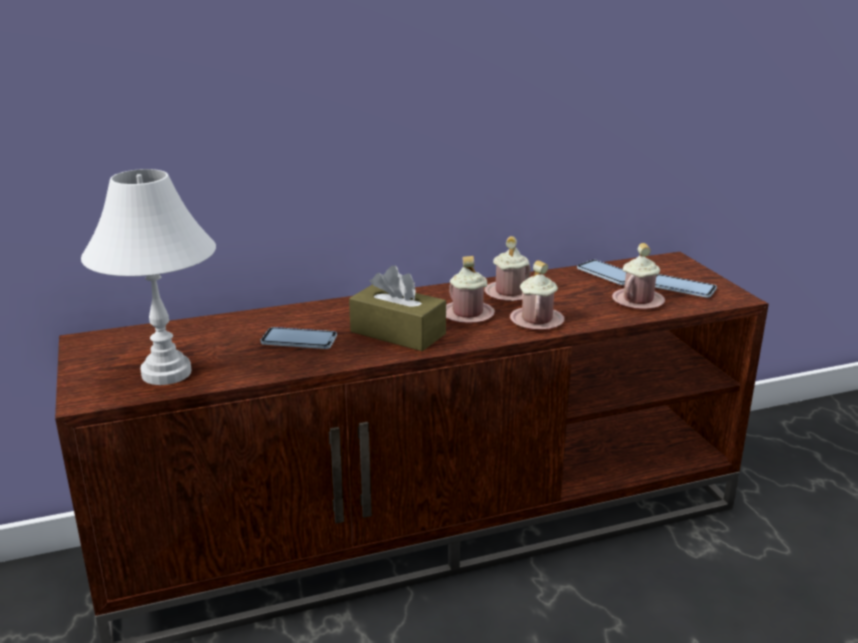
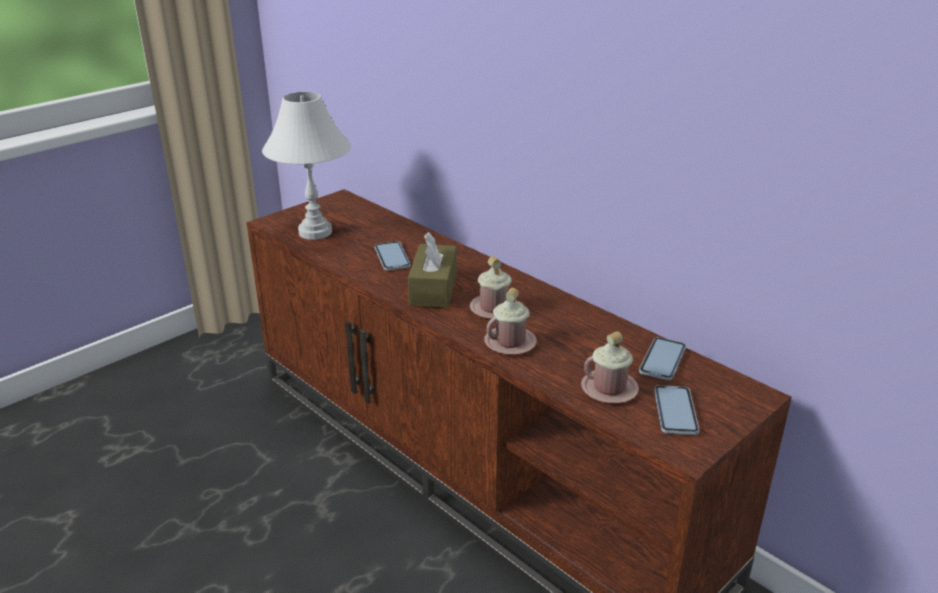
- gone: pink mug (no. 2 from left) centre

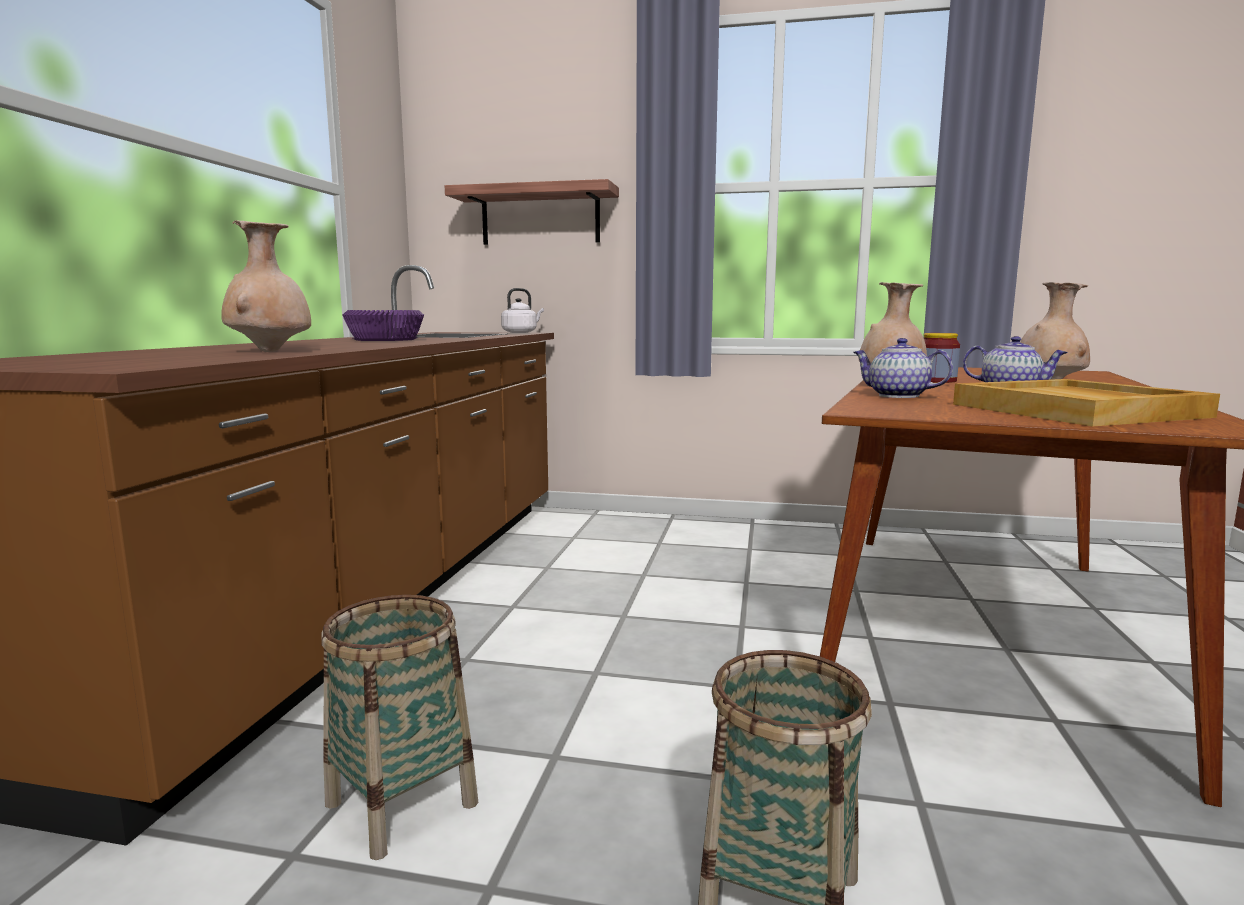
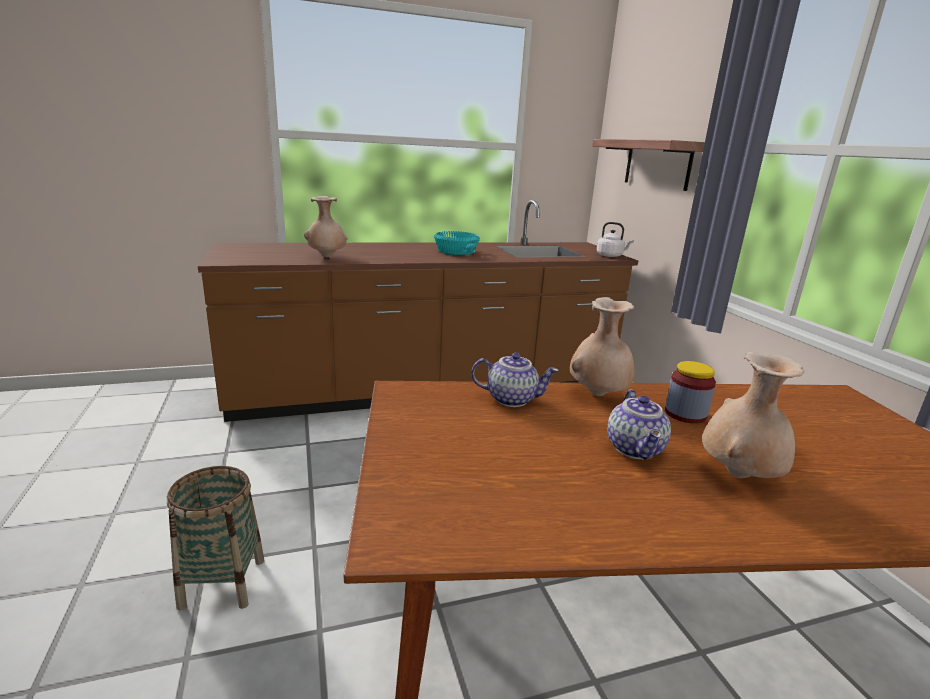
- gone: basket (no. 1 from left) bottom left
- repainted: purple bowl middle left to turquoise bowl centre
- rotated: teapot (no. 1 from left) middle right = centre 90 degrees clockwise
- gone: beige tray middle right

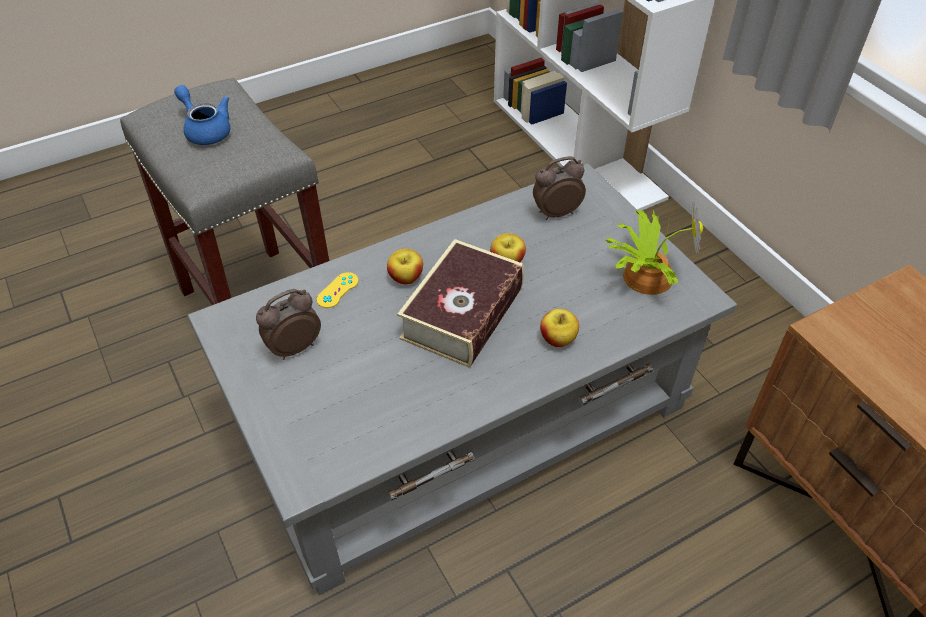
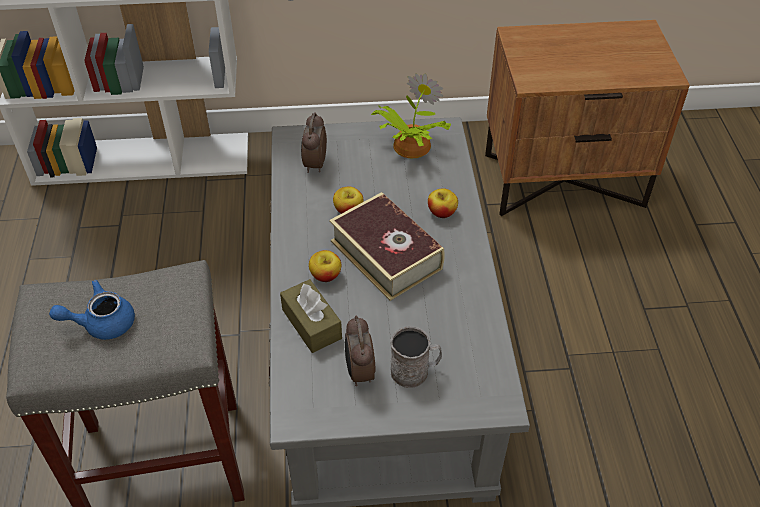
- swapped: yellow game controller centre to brown tissue box centre
- new: grey mug bottom centre

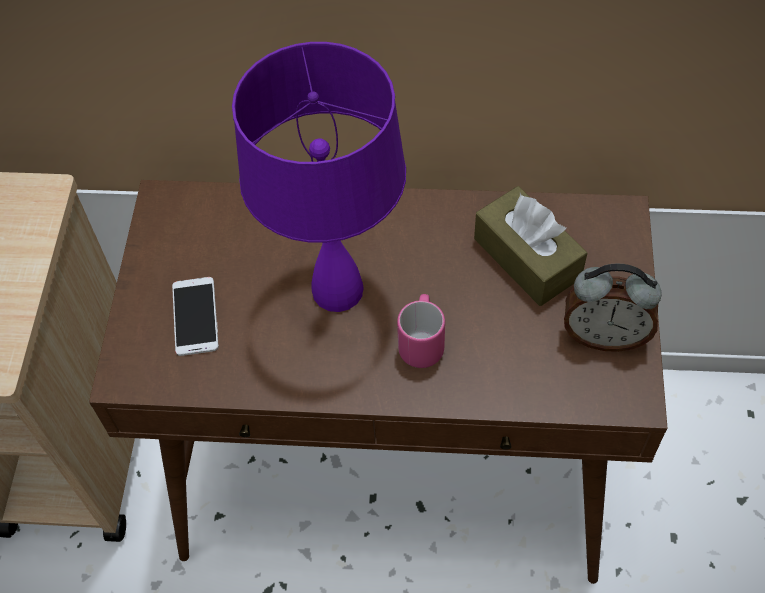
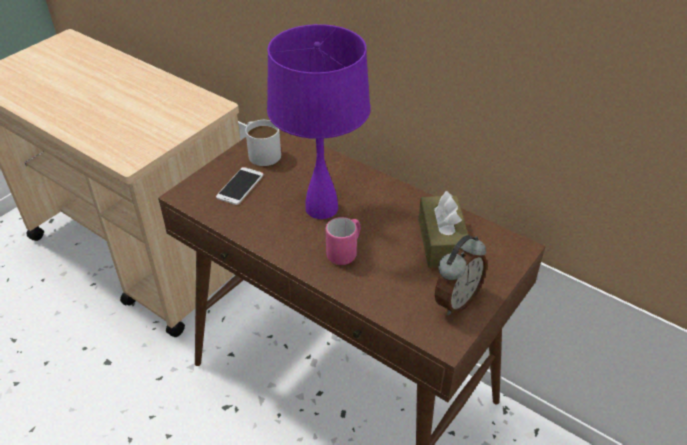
- rotated: alarm clock middle right = middle right 90 degrees counterclockwise
- new: white mug top centre

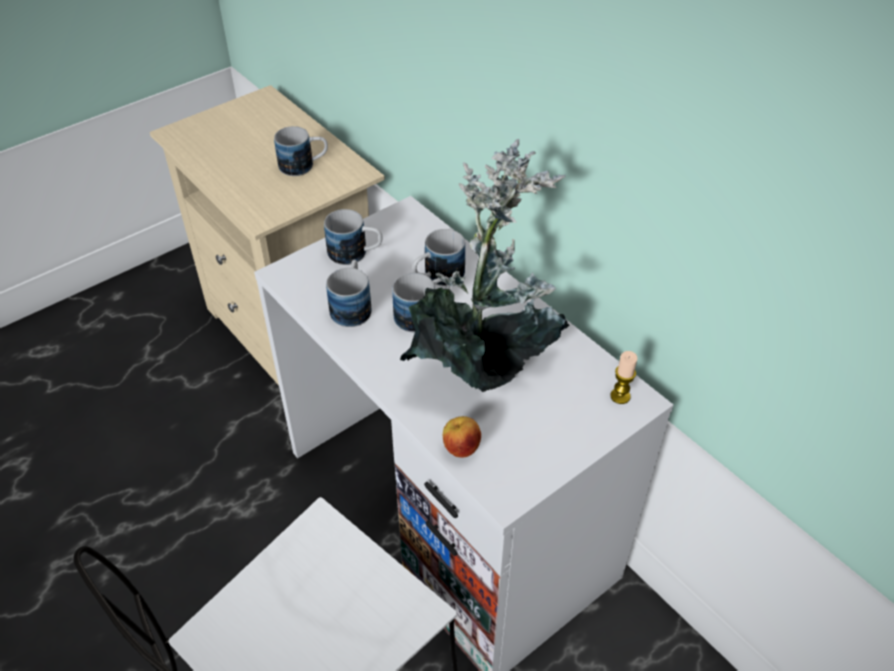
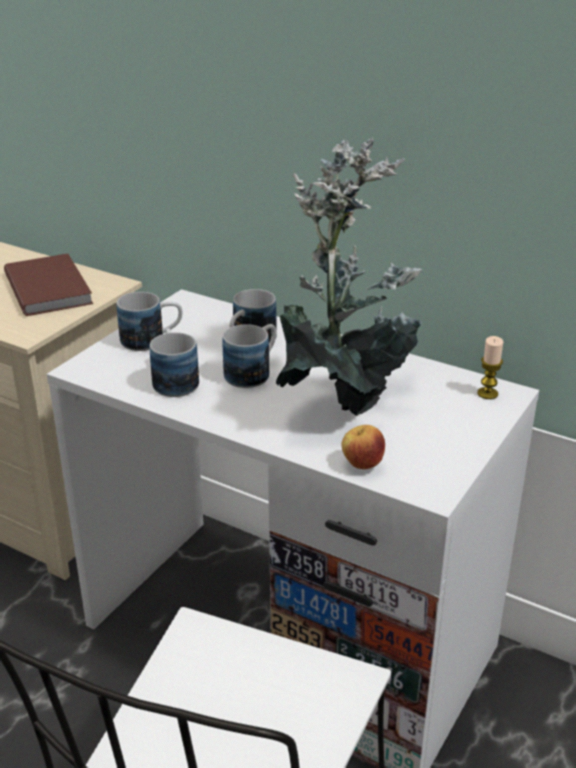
- swapped: mug (no. 1 from left) top centre to brown book middle left

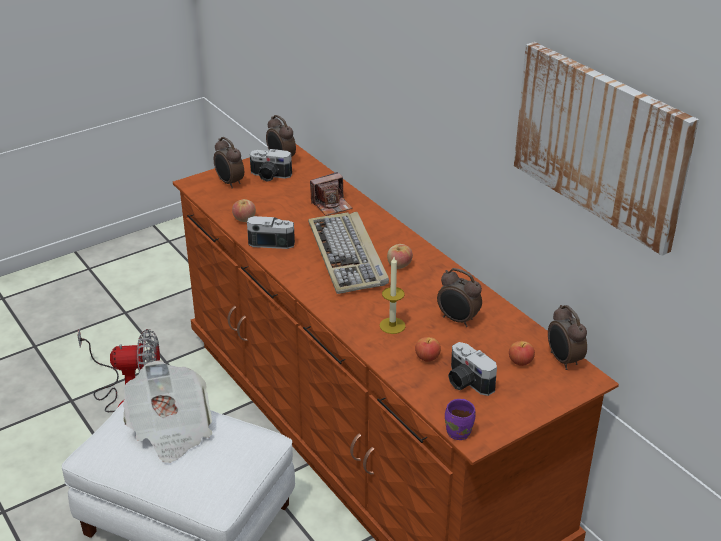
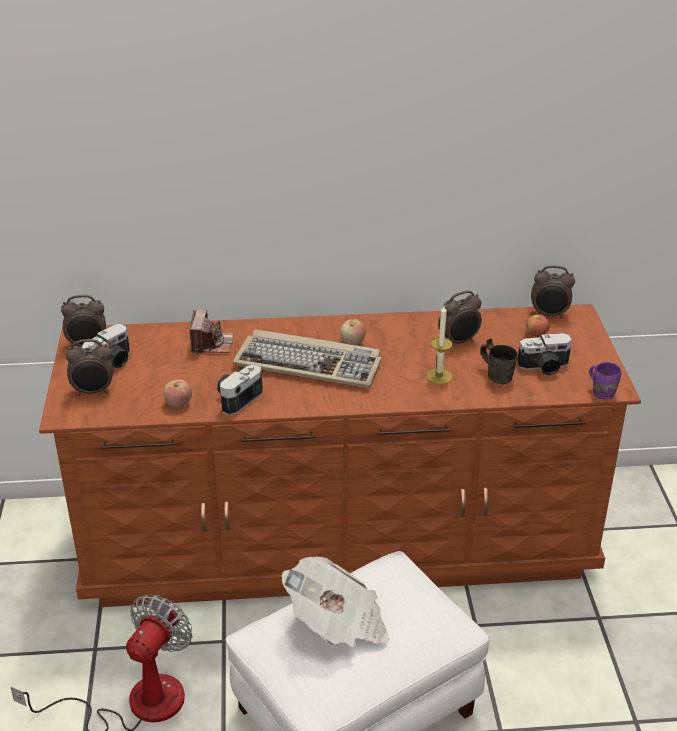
- swapped: apple (no. 3 from left) centre to grey mug middle right
- gone: picture top right

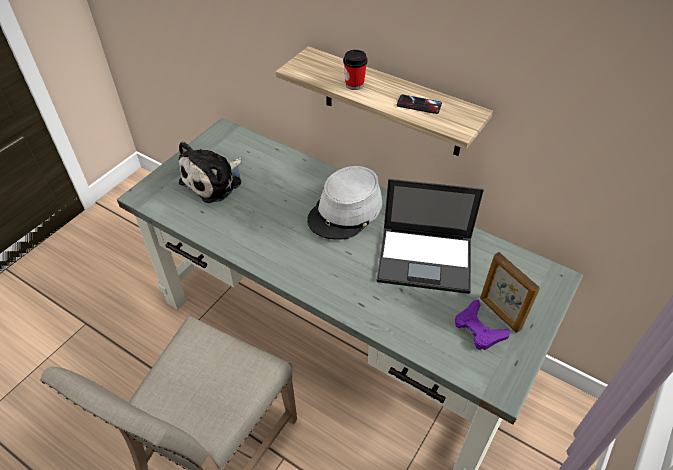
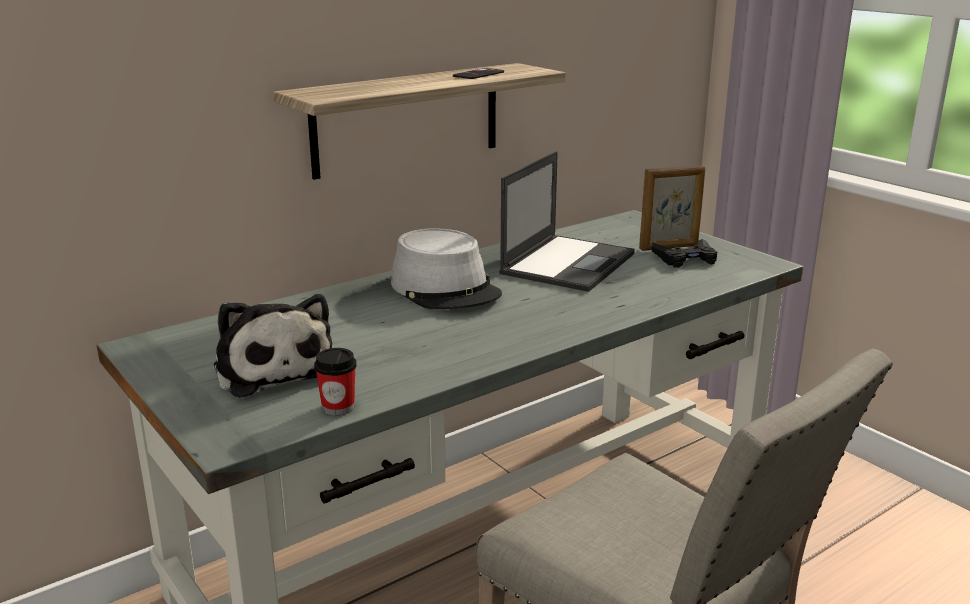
- shifted: cup top centre to centre
- repainted: purple game controller bottom right to black game controller middle right

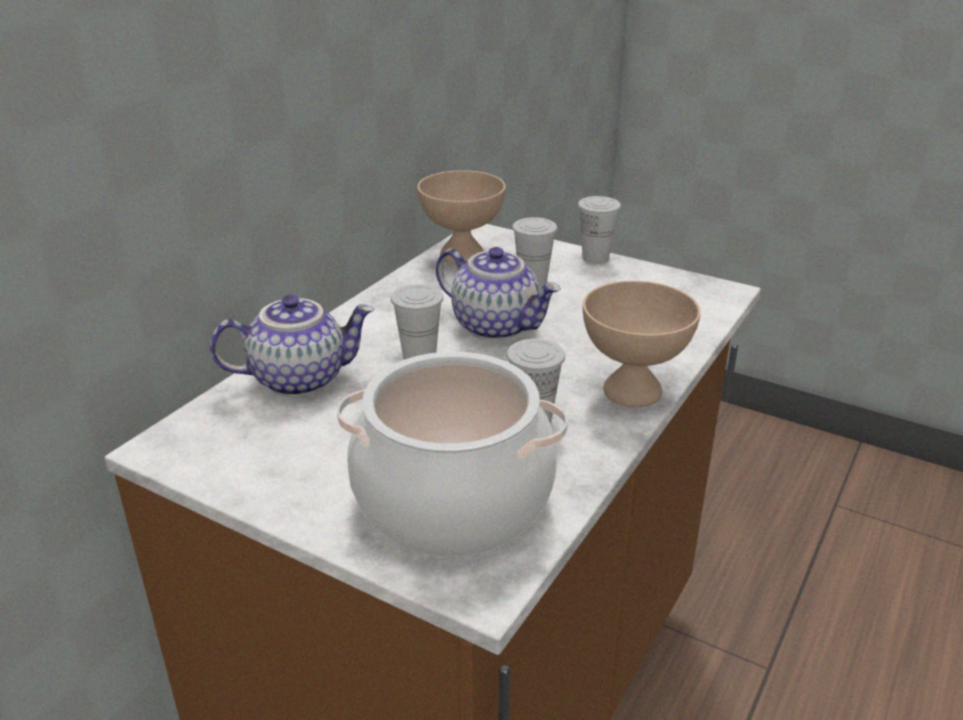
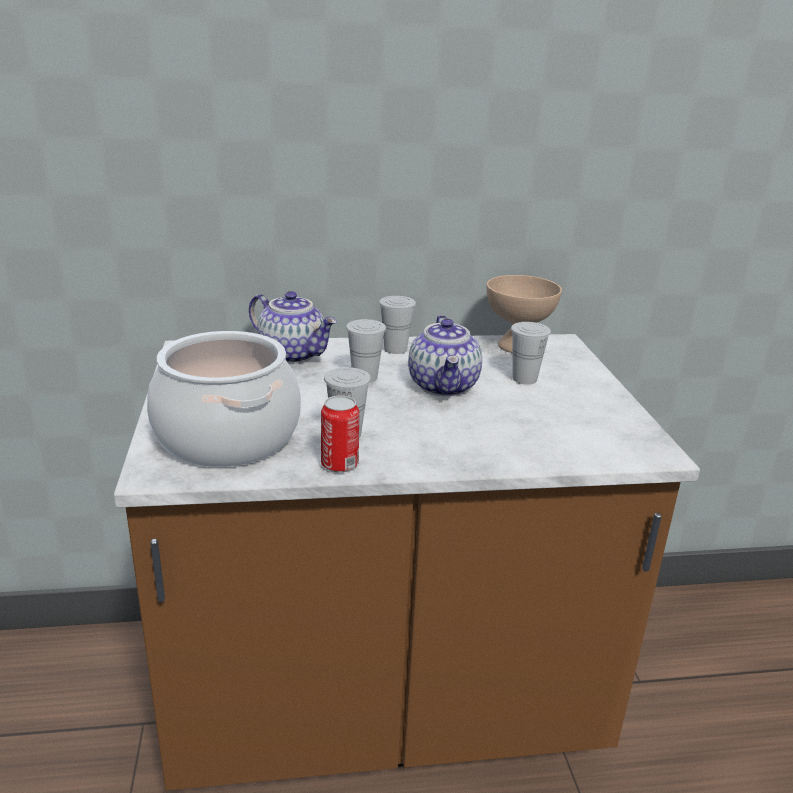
- shifted: white cup (no. 4 from left in the first image) top centre to white cup (no. 3 from left) centre
- gone: beige bowl (no. 2 from left) middle right
- new: can centre

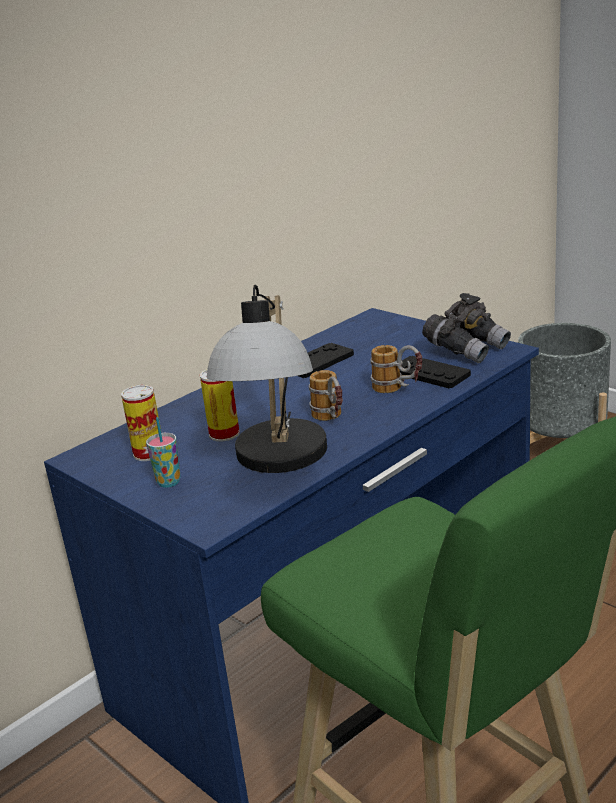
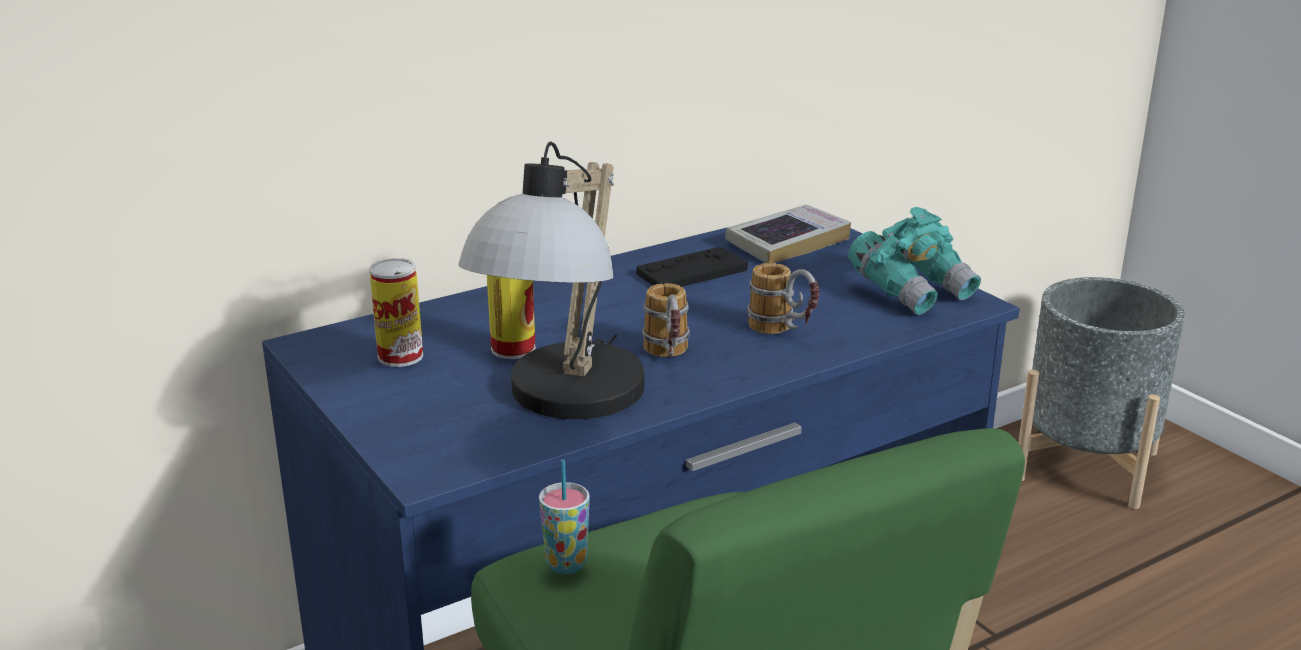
- shifted: cup middle left to bottom centre
- gone: black game controller (no. 2 from left) middle right
- repainted: grey binoculars middle right to turquoise binoculars middle right
- new: book centre

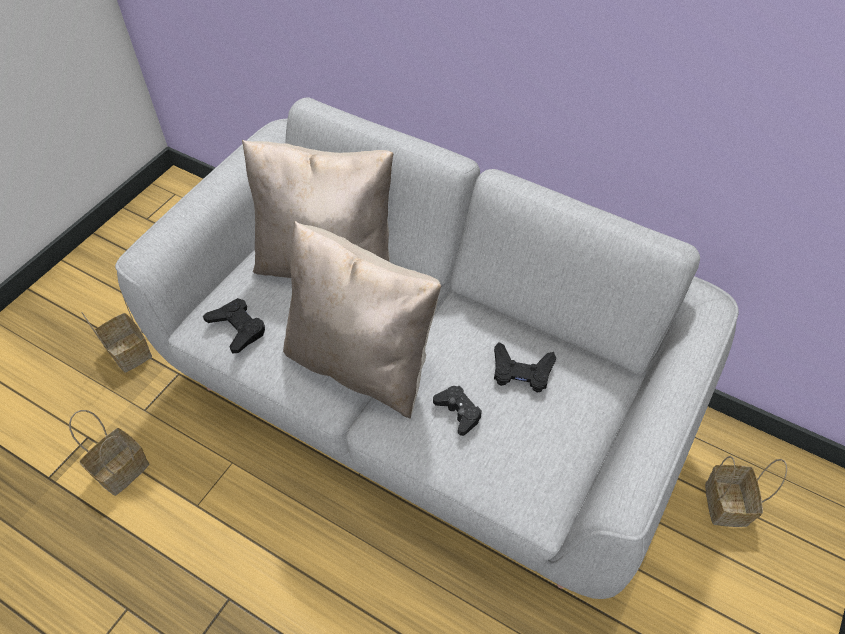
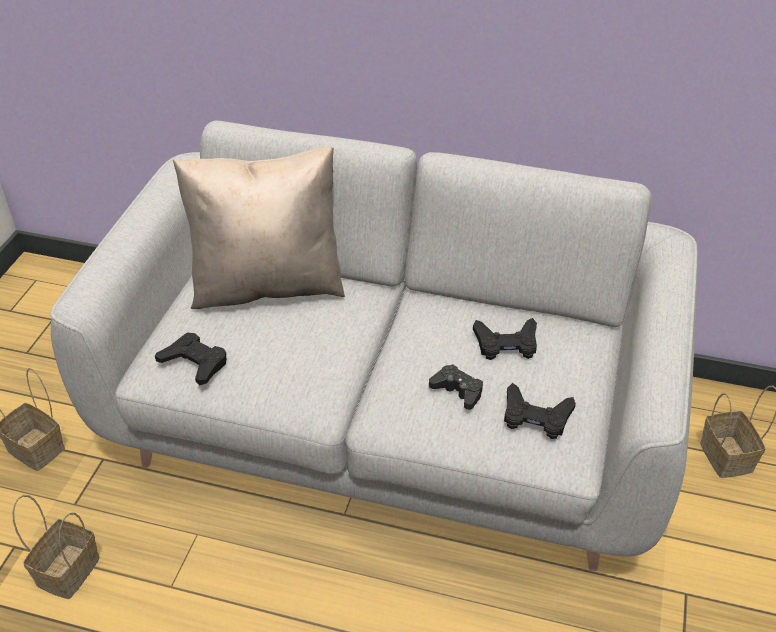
- gone: beige pillow (no. 2 from left) centre
- new: black game controller (no. 4 from left) middle right

